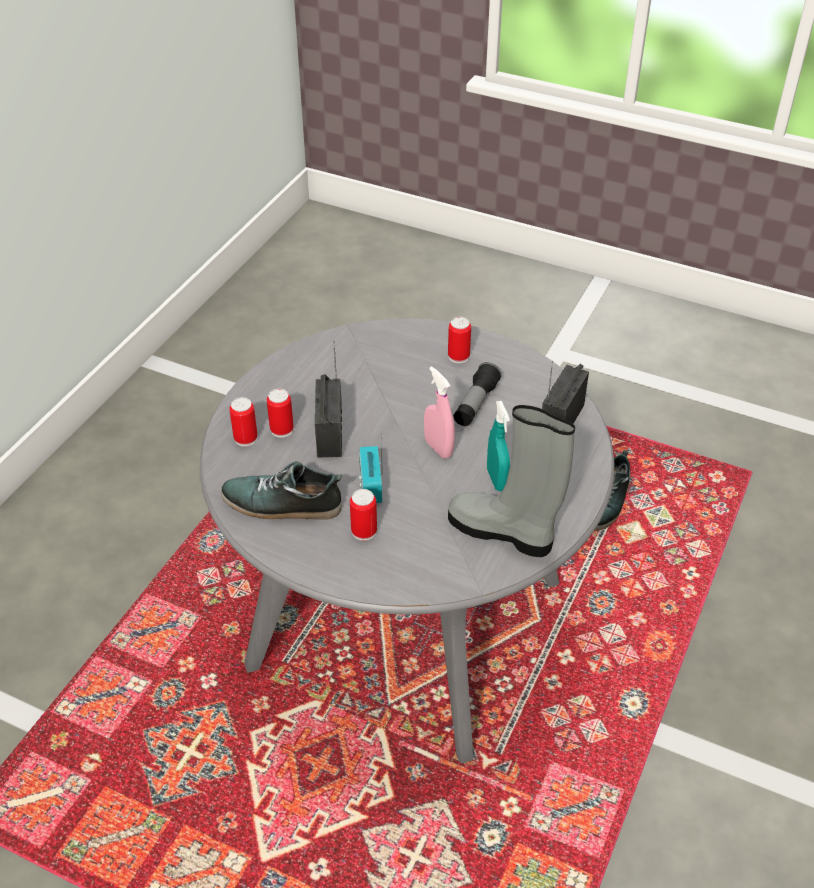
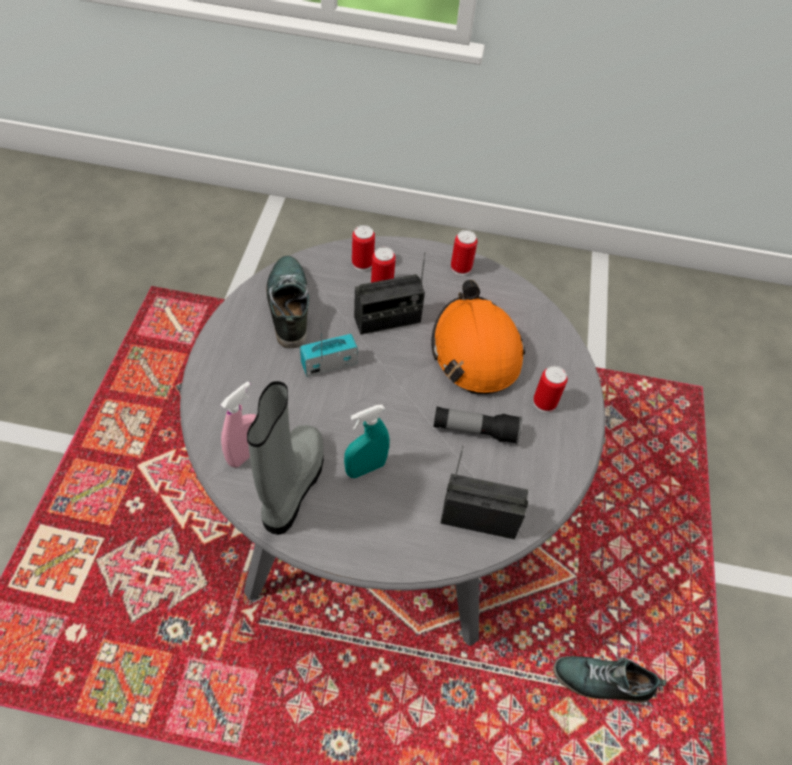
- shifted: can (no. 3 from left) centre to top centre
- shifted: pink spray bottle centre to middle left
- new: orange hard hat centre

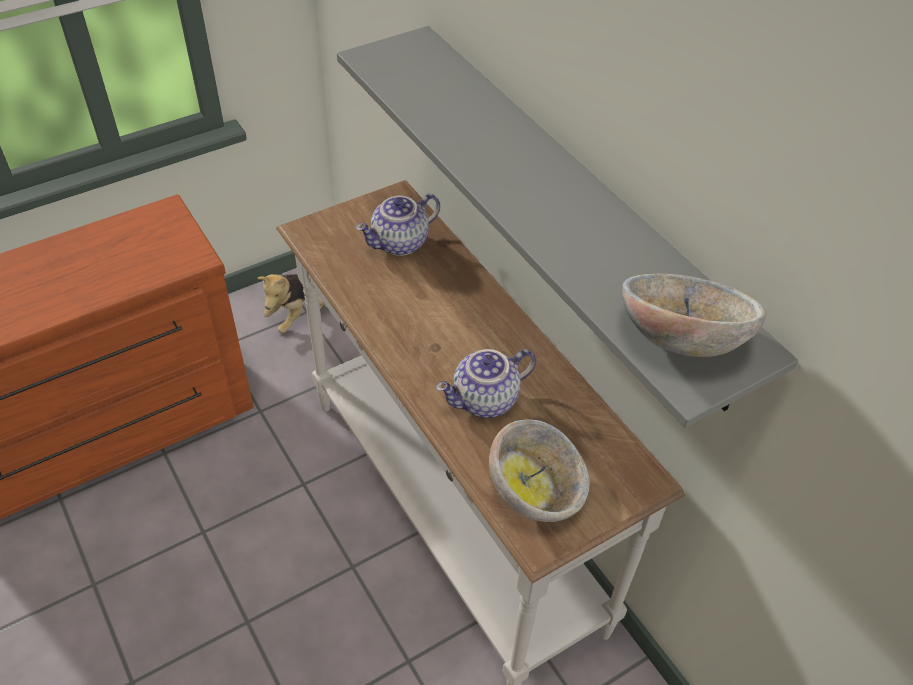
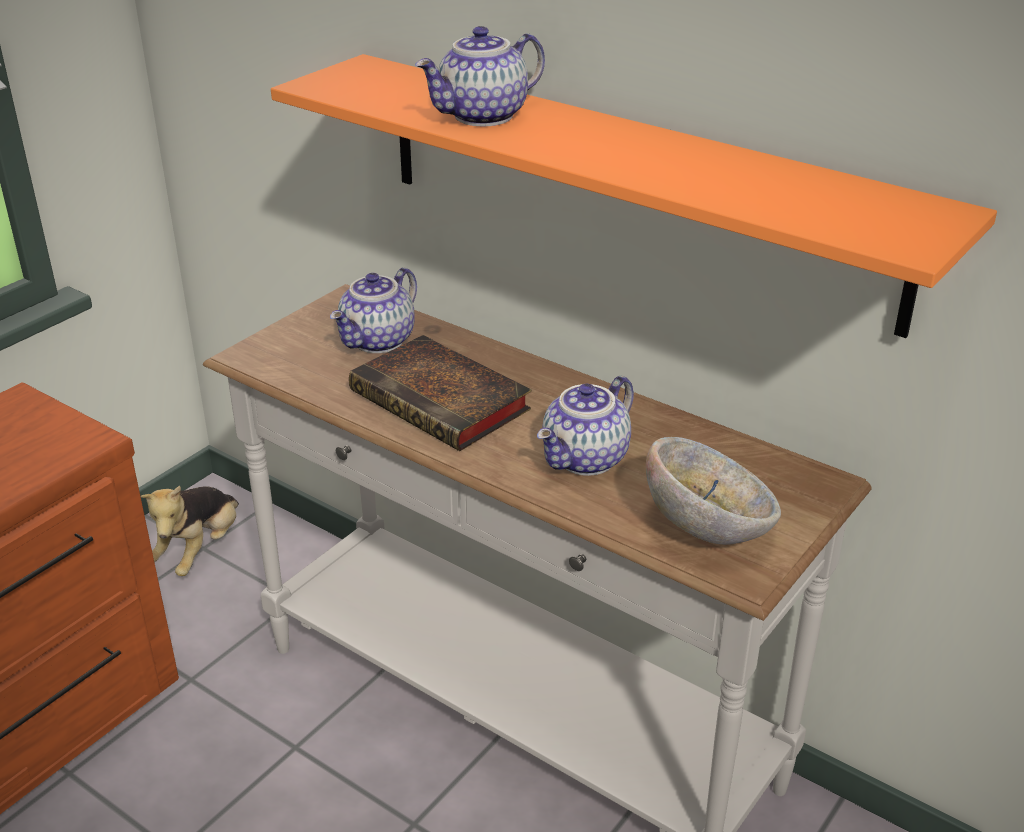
- repainted: grey shelf top centre to orange shelf top centre
- gone: bowl (no. 2 from left) middle right
- new: book centre
- new: teapot (no. 2 from left) top centre

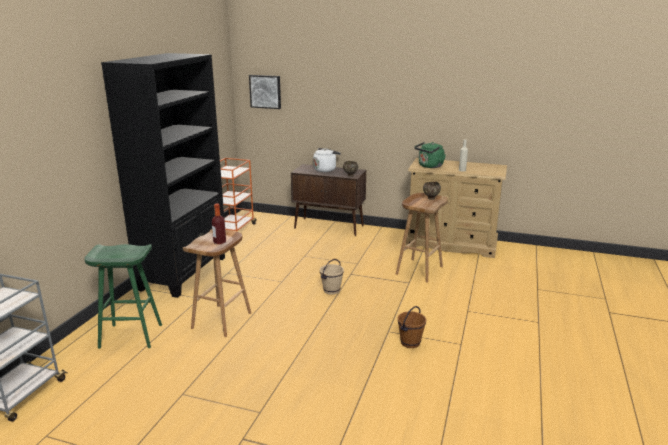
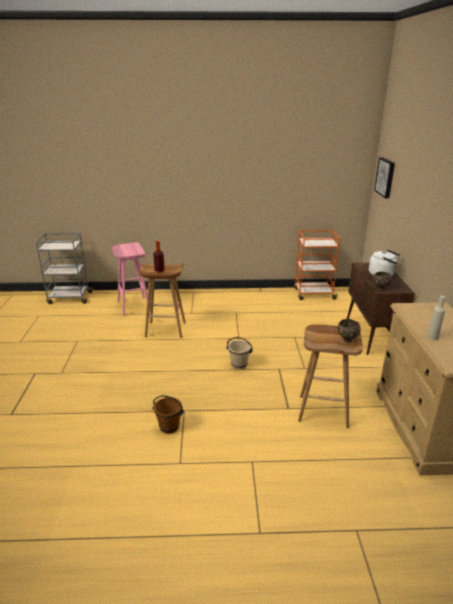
- repainted: green stool middle left to pink stool middle left
- gone: black bookcase middle left
- gone: green kettle centre

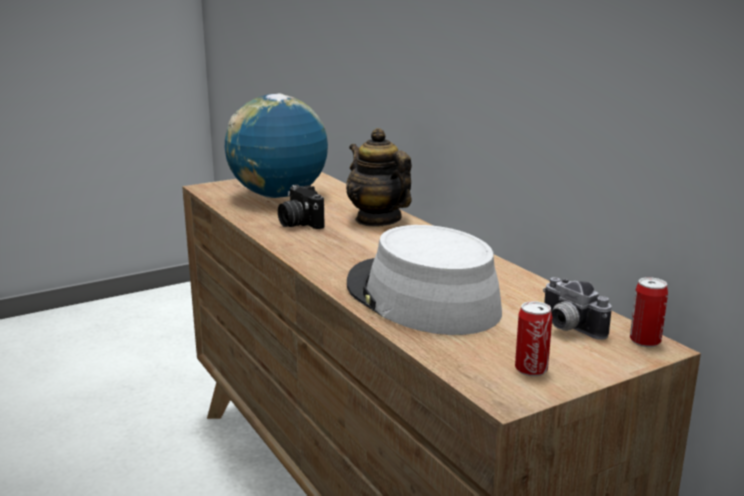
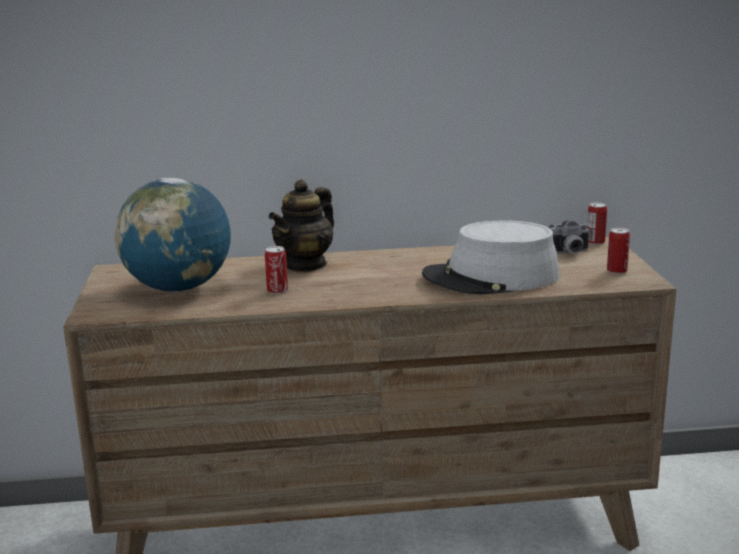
- swapped: photo camera (no. 1 from left) centre to can (no. 1 from left) centre
- rotated: teapot centre = centre 45 degrees counterclockwise

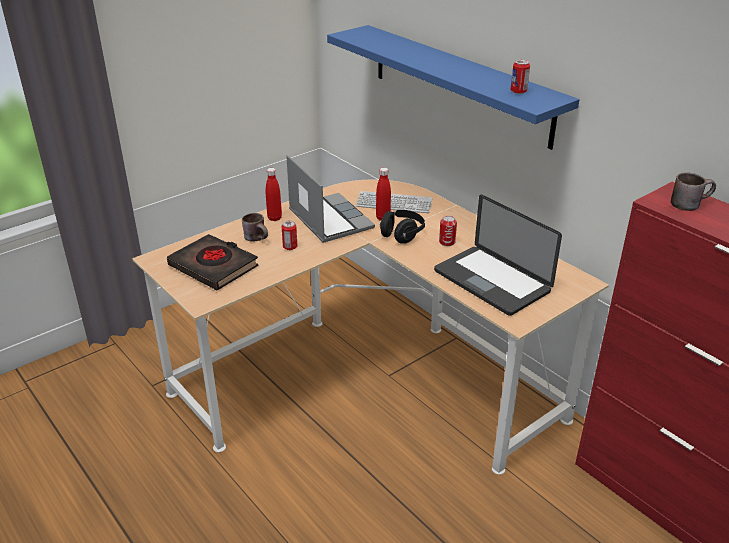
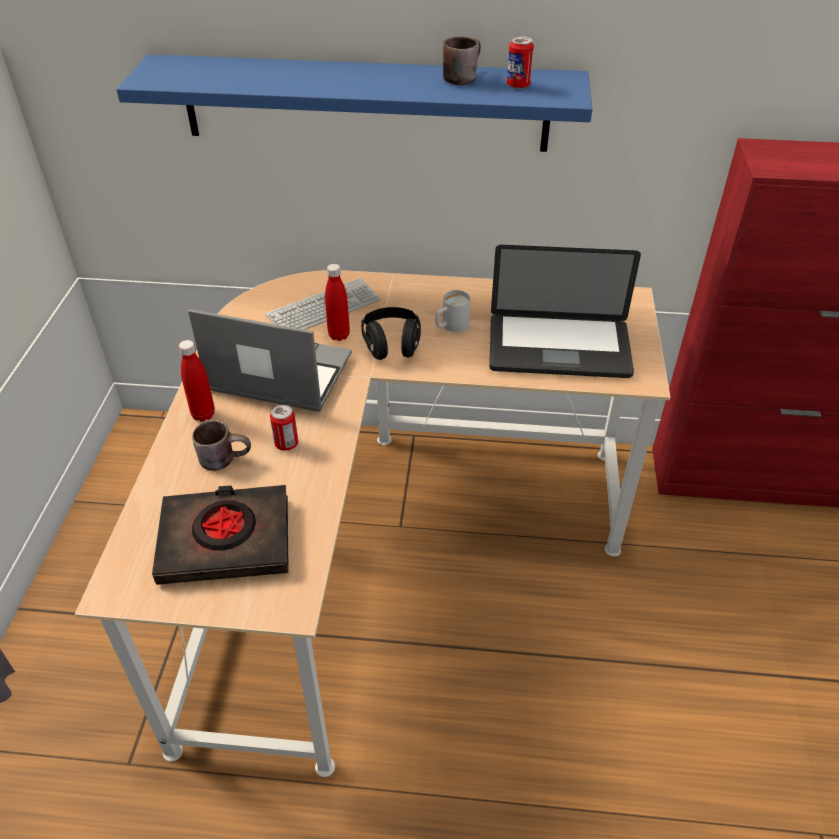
- swapped: can (no. 2 from left) centre to white mug centre
- shifted: brown mug (no. 2 from left) middle right to top centre

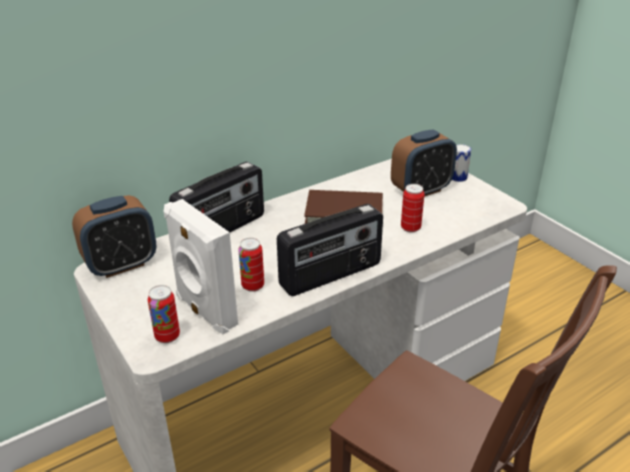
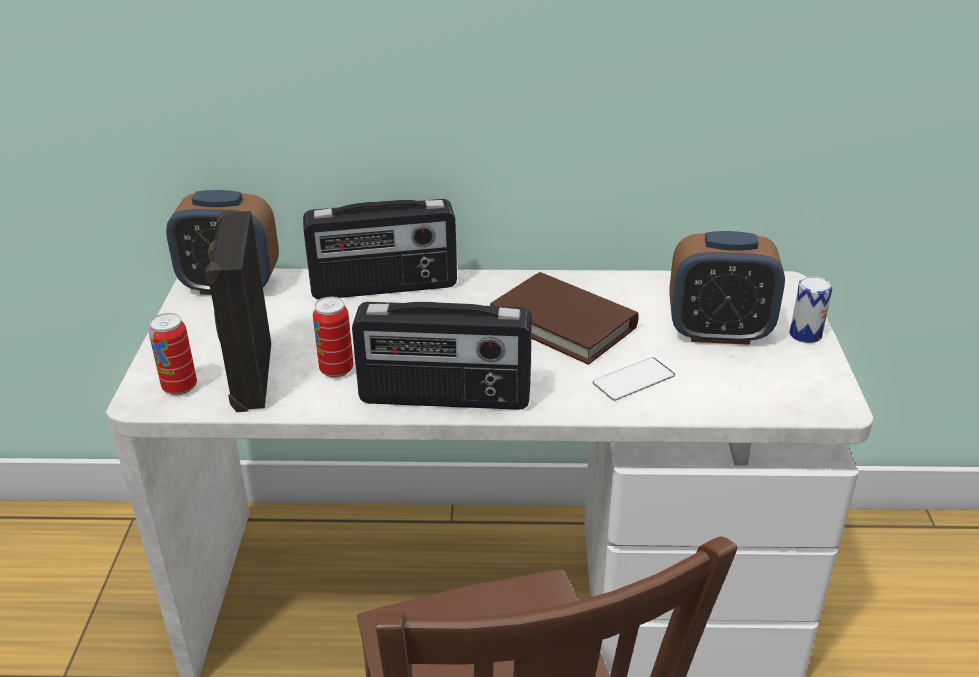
- repainted: white speaker middle left to black speaker middle left
- swapped: can (no. 3 from left) centre to phone centre

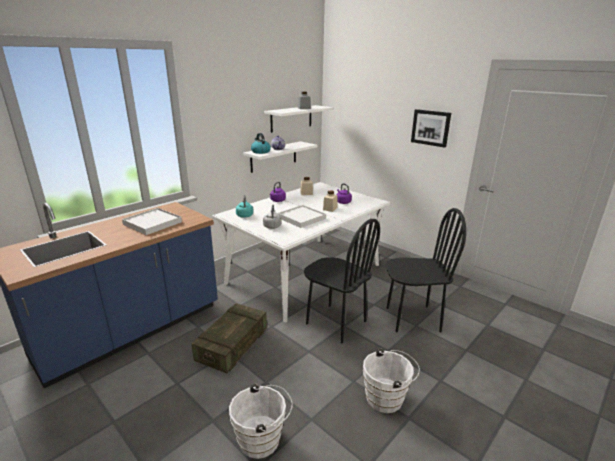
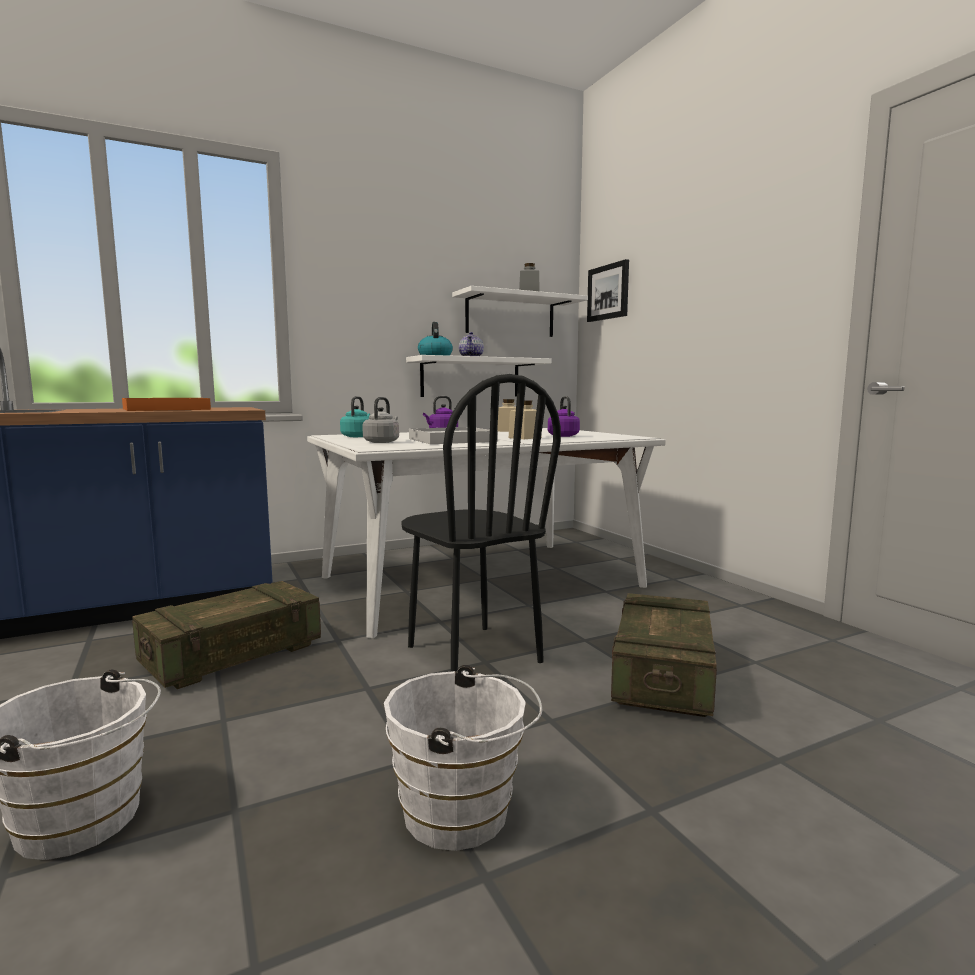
- repainted: white tray (no. 1 from left) middle left to orange tray middle left
- swapped: black chair (no. 2 from left) middle right to crate (no. 2 from left) bottom right
- shifted: picture top right to top centre

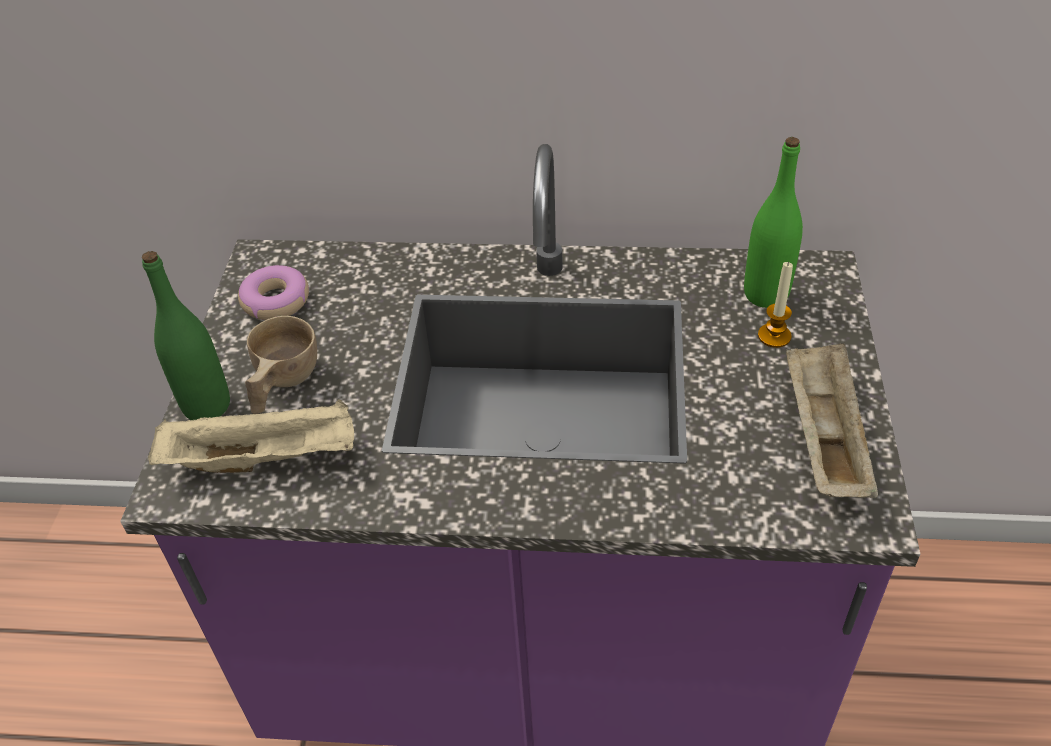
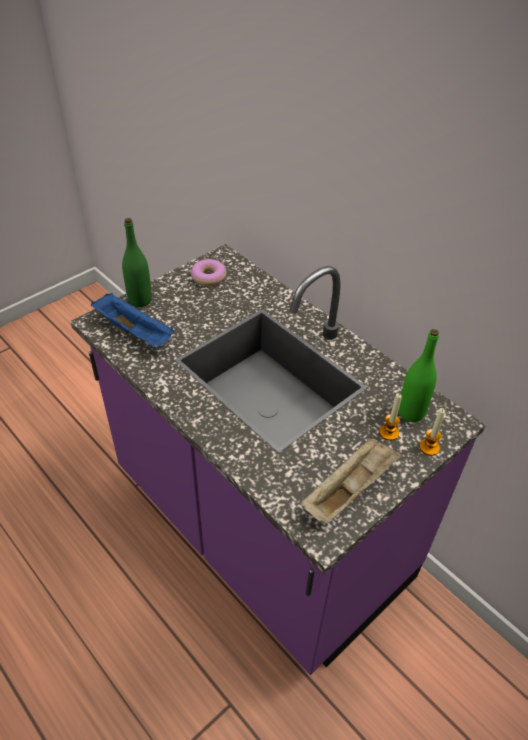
- repainted: beige tray (no. 1 from left) middle left to blue tray middle left
- gone: beige cup middle left
- new: candle (no. 2 from left) middle right

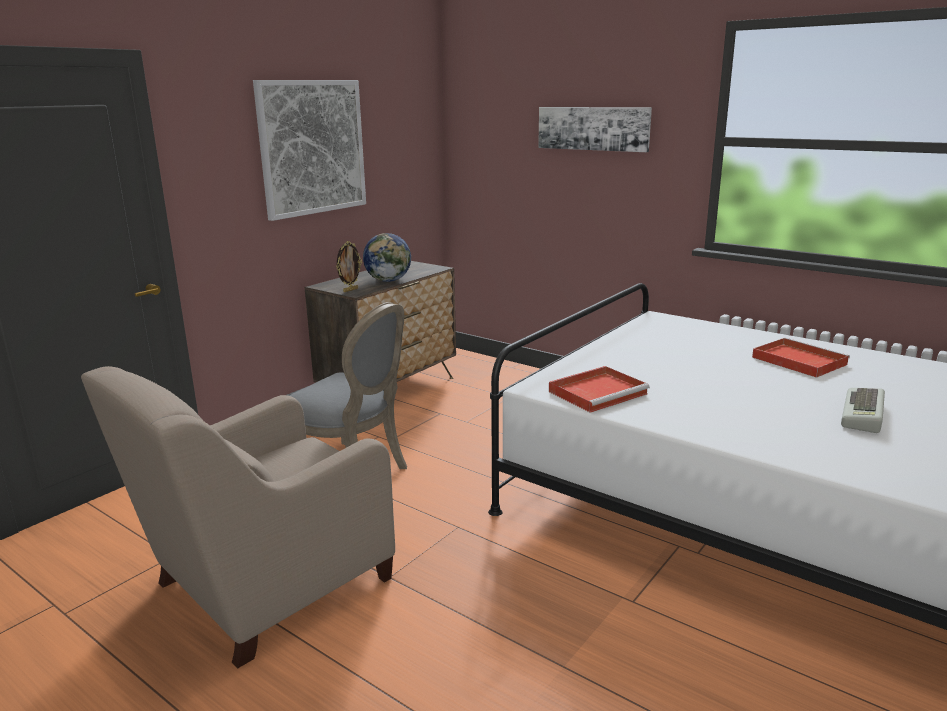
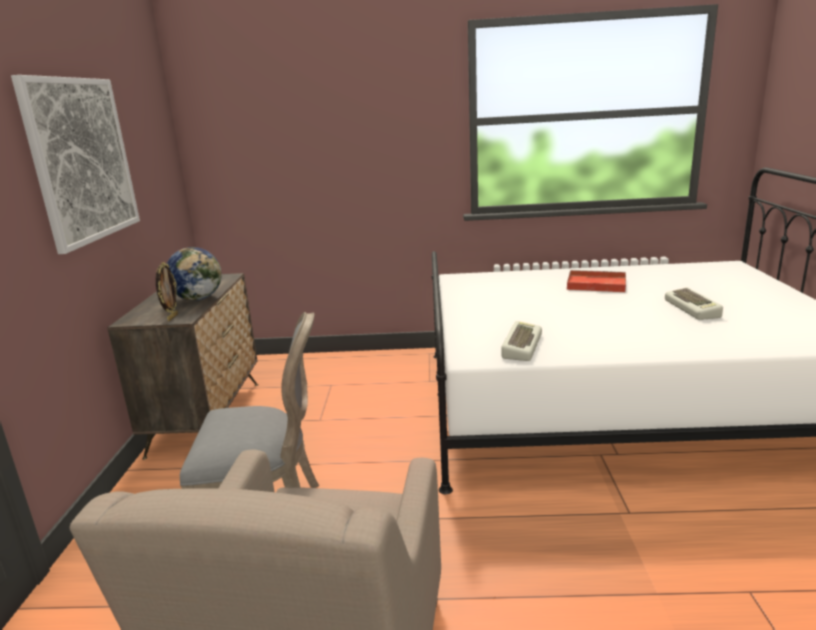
- gone: picture (no. 2 from left) top centre
- swapped: red tray (no. 1 from left) centre to keyboard (no. 1 from left) centre

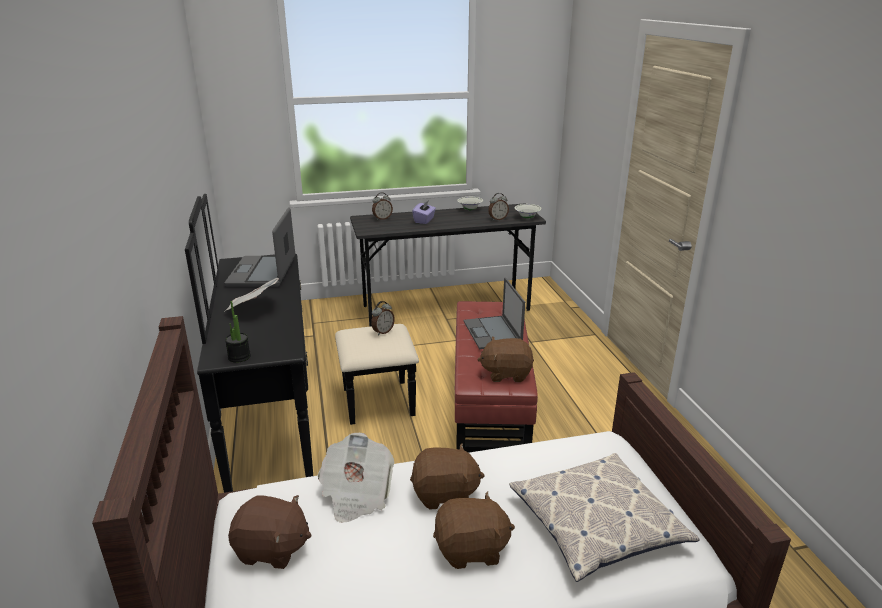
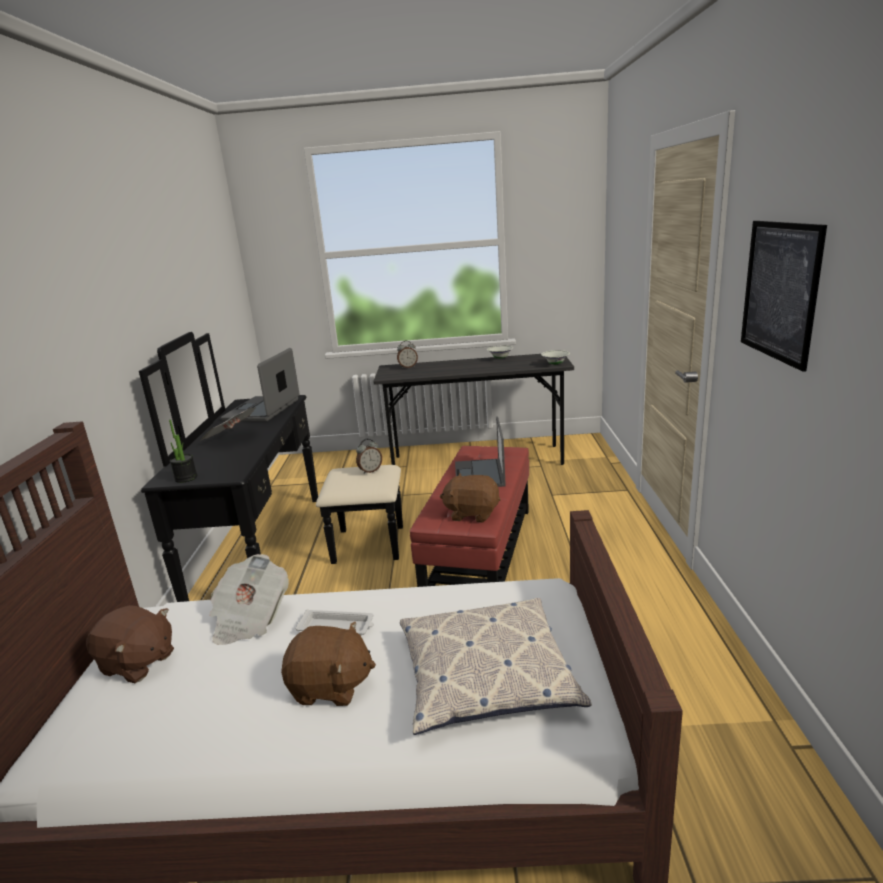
- swapped: brown plush toy (no. 2 from left) bottom centre to white tray bottom centre
- gone: purple tissue box centre
- gone: alarm clock (no. 3 from left) centre
- new: picture middle right

